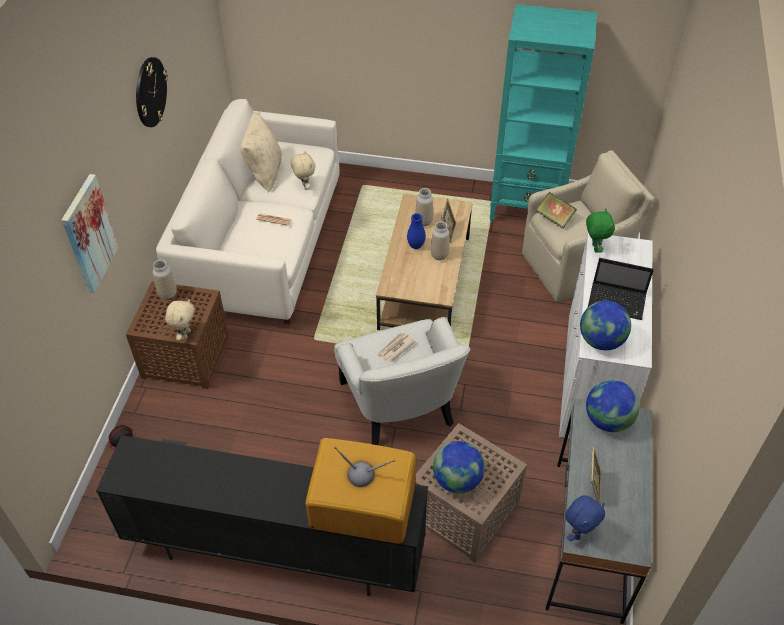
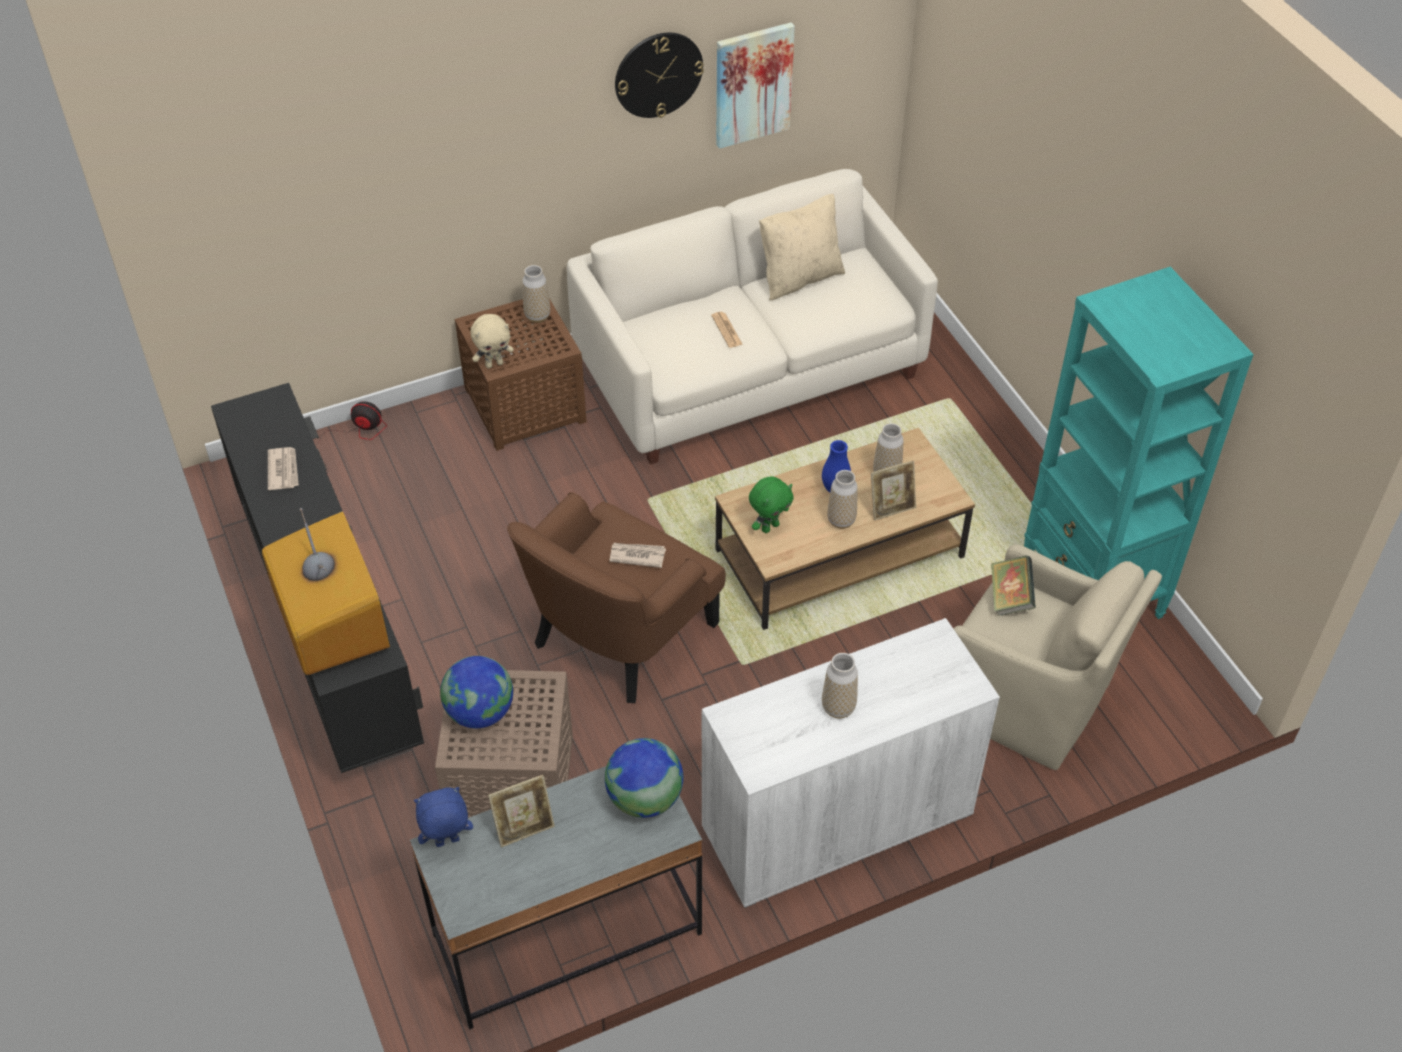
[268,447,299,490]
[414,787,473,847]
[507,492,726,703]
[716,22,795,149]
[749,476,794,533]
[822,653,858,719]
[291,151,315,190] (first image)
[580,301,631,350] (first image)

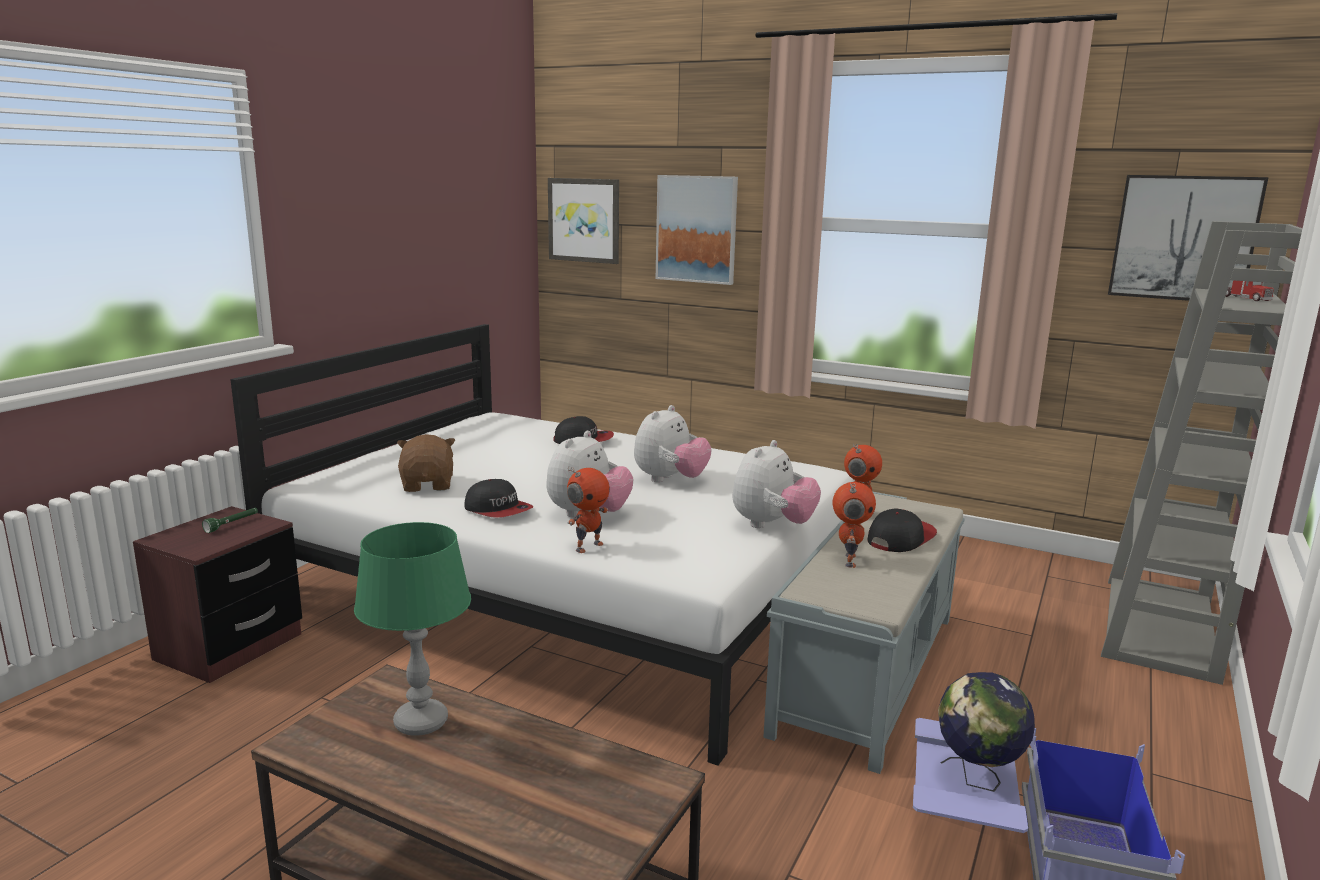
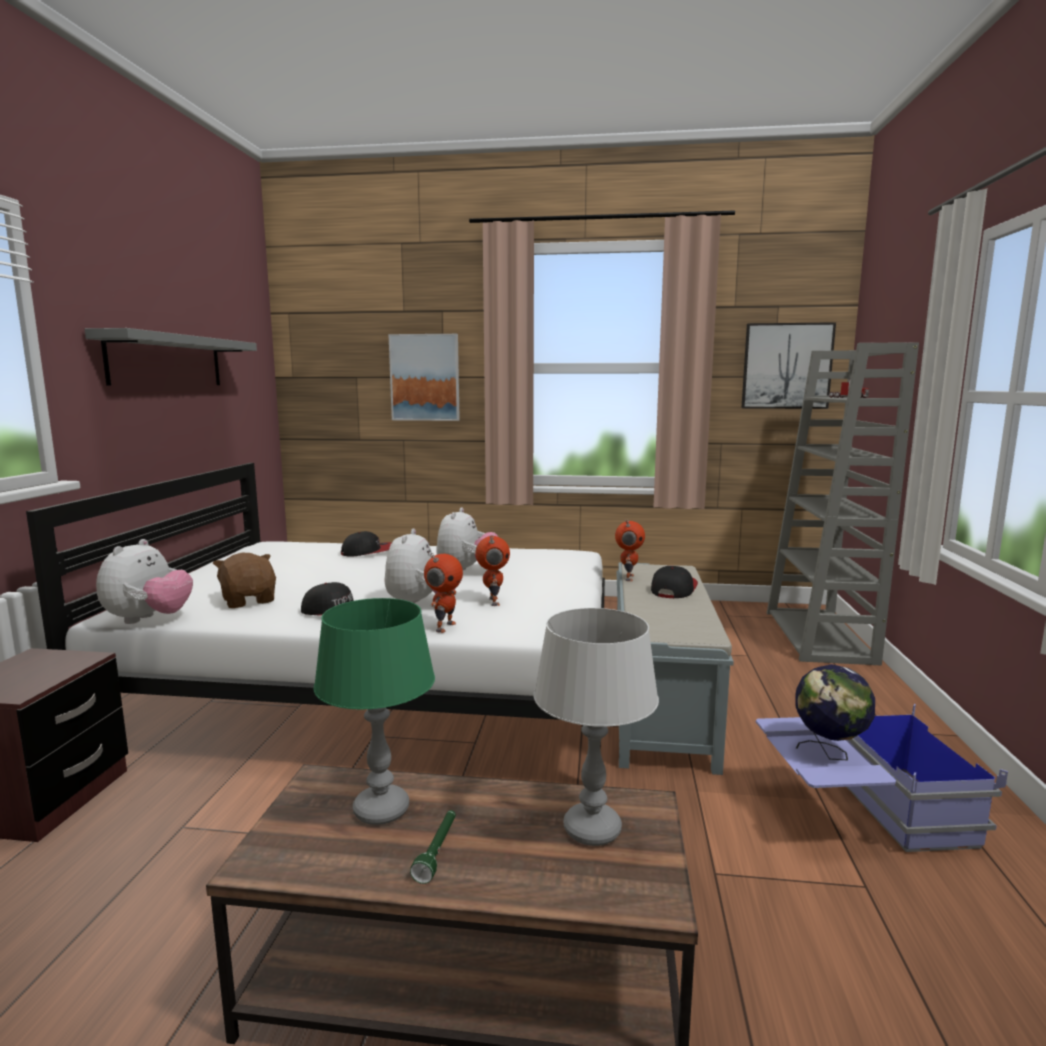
[84,328,257,386]
[96,539,193,624]
[410,810,456,884]
[475,535,510,606]
[534,608,659,846]
[548,178,619,264] (first image)

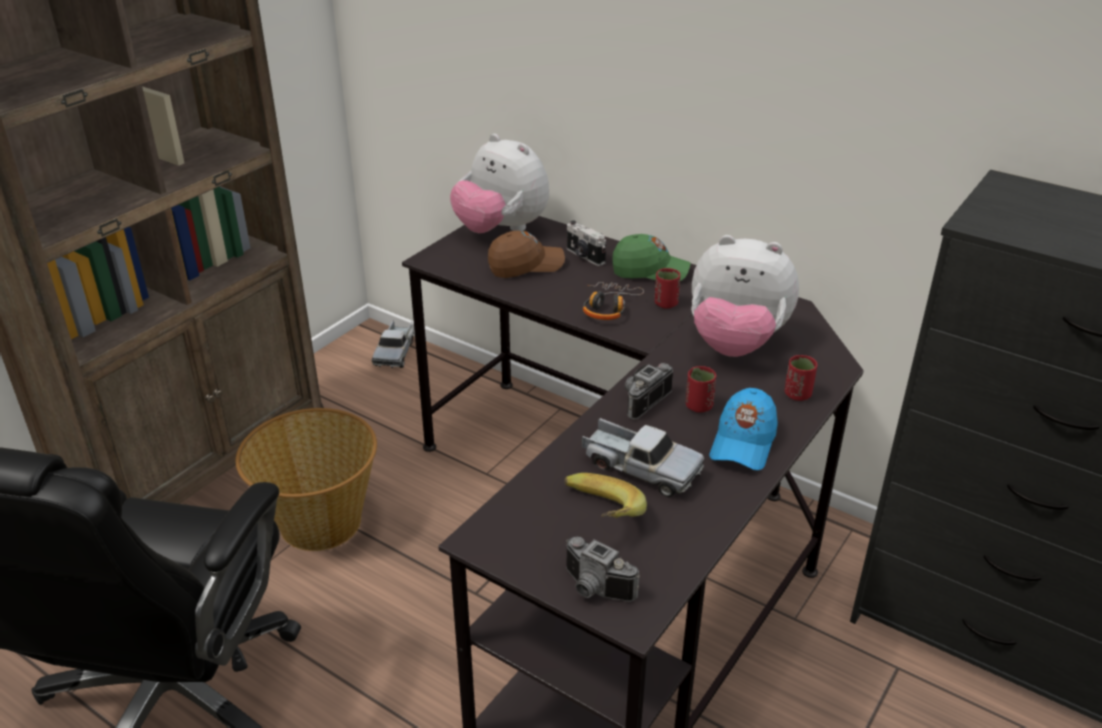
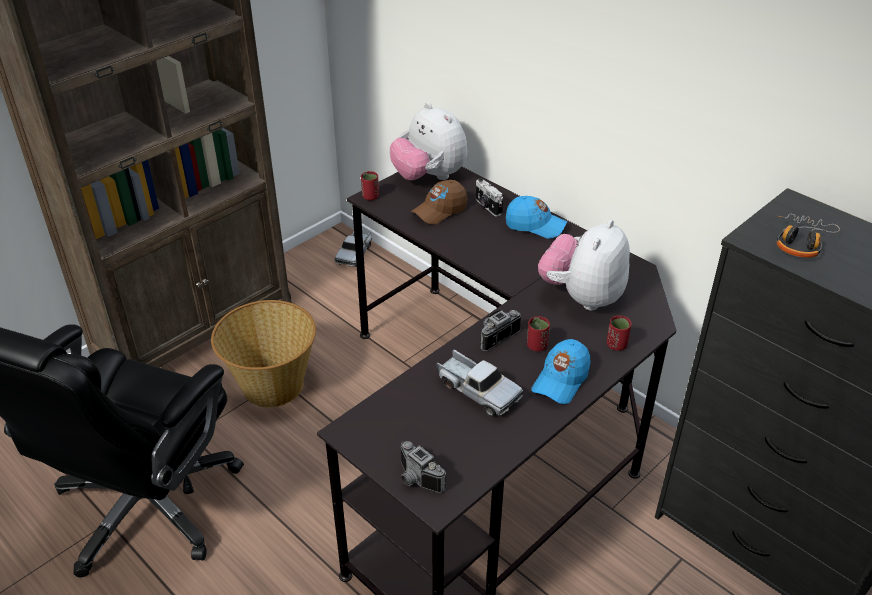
[361,171,379,200]
[411,180,467,225]
[506,196,567,239]
[538,220,630,311]
[777,214,840,258]
[564,473,647,518] (first image)

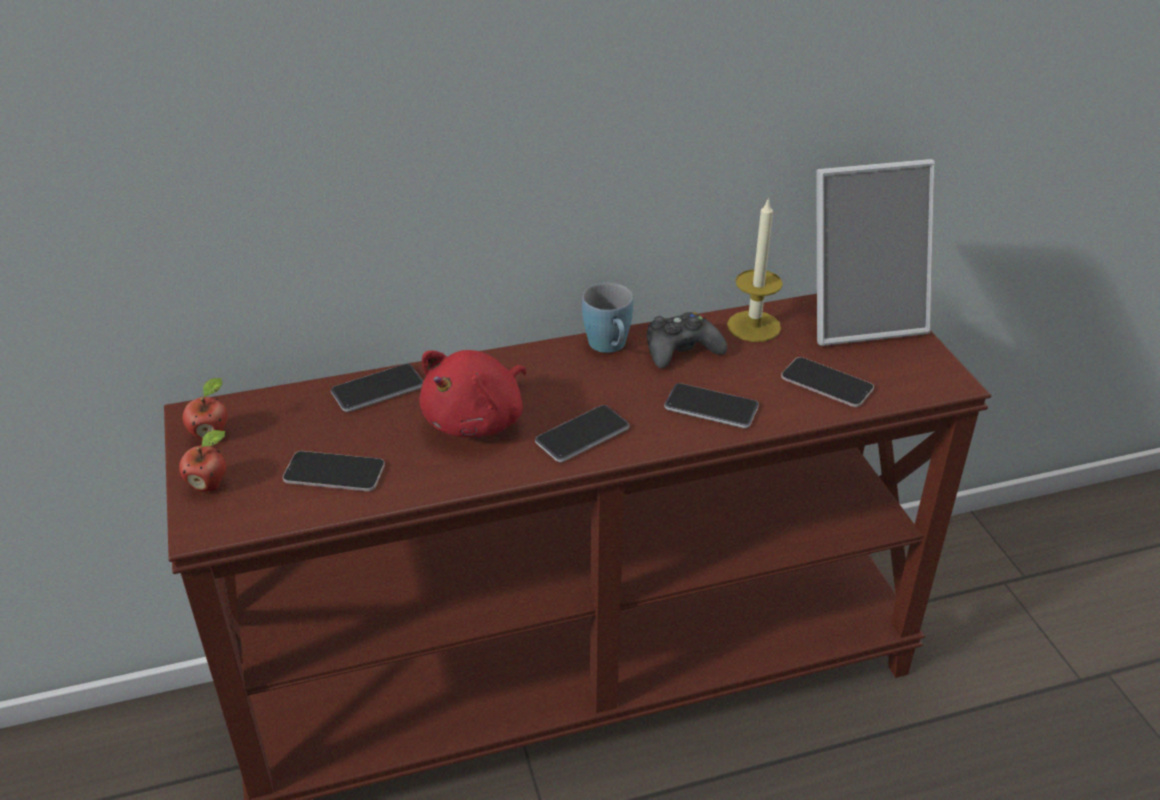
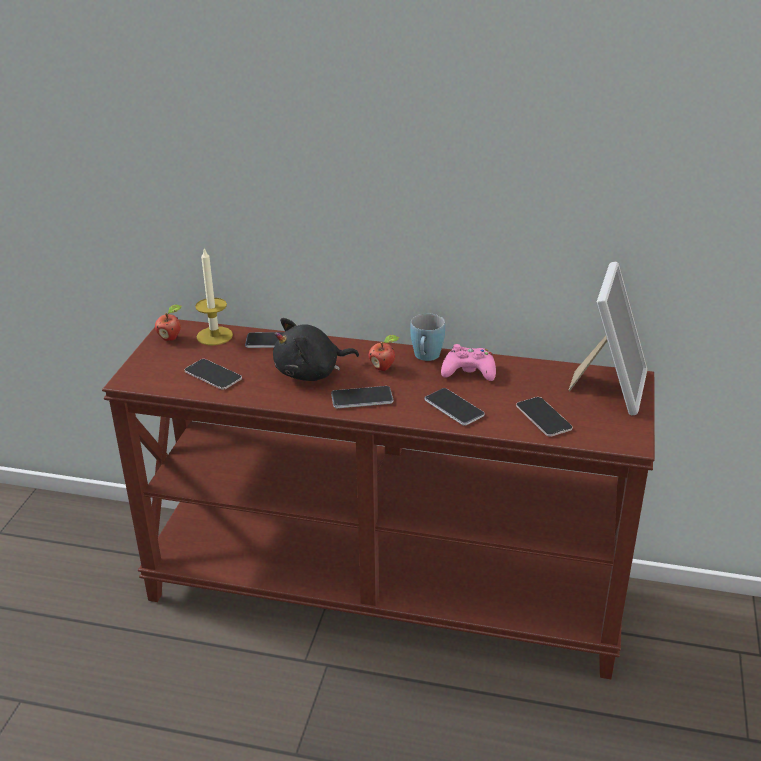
[195,248,233,345]
[273,318,359,381]
[369,335,399,371]
[441,344,496,381]
[568,262,648,415]

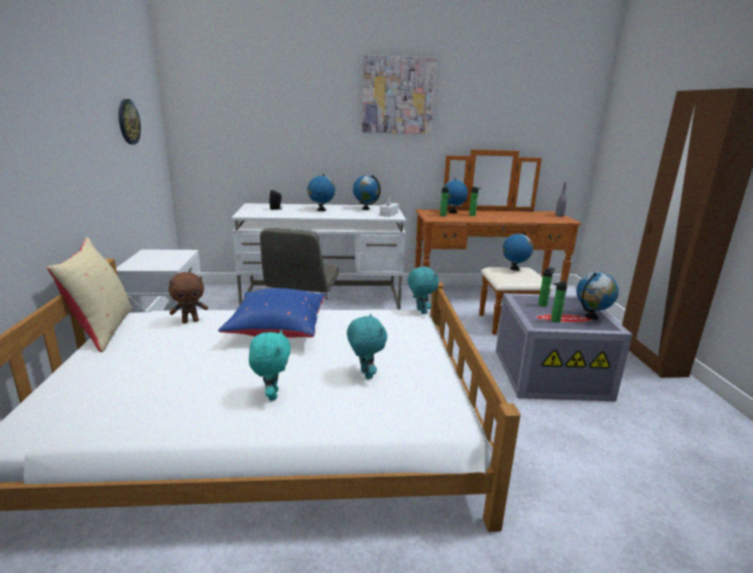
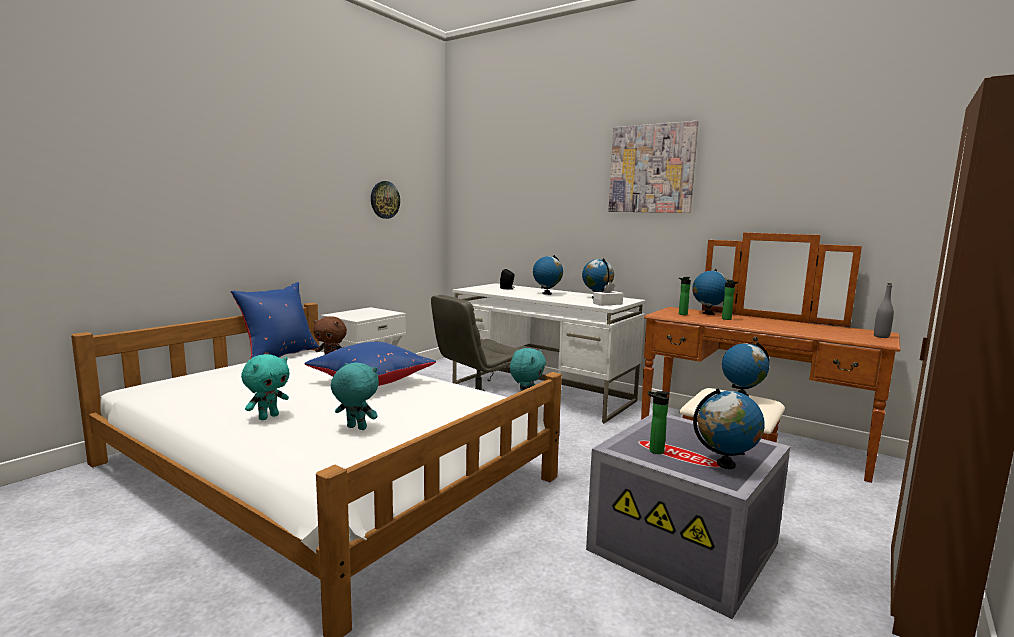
[231,282,319,359]
[331,362,379,430]
[538,267,555,307] (first image)

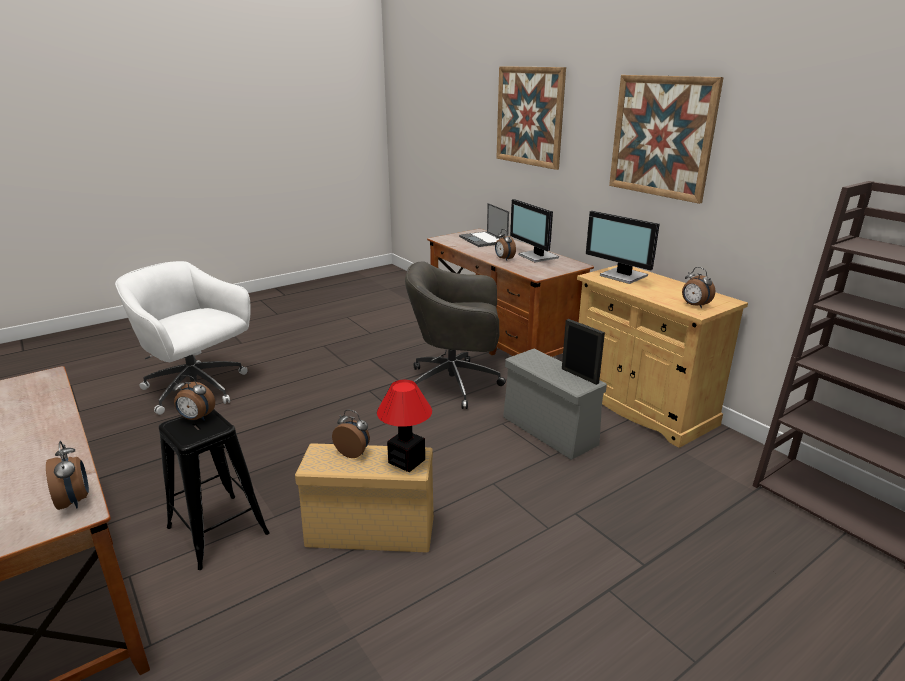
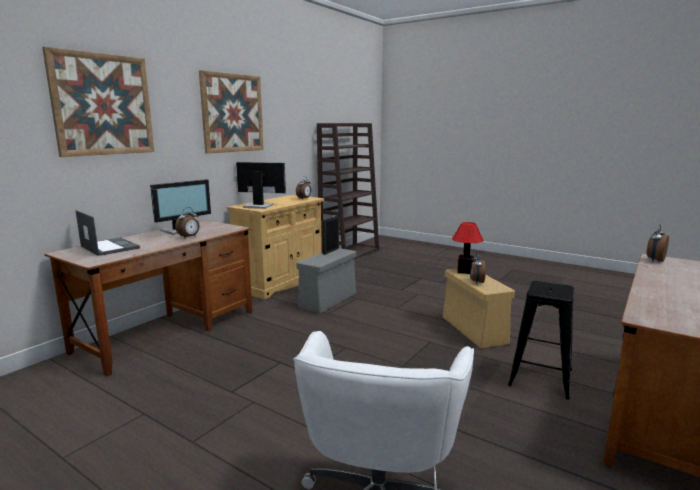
[76,210,140,256]
[236,162,286,209]
[173,375,215,421] (first image)
[405,261,506,409] (first image)

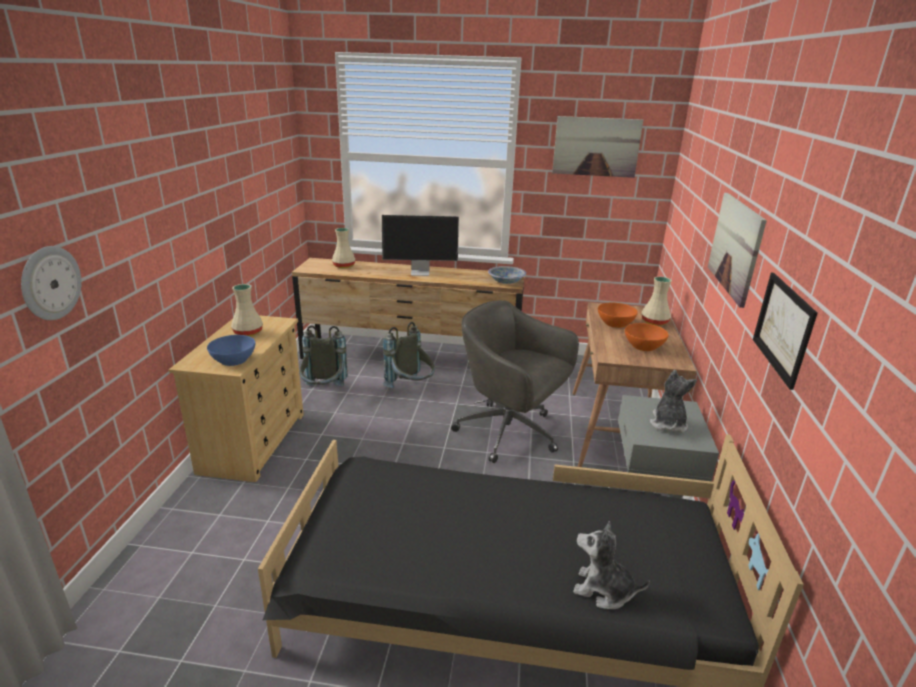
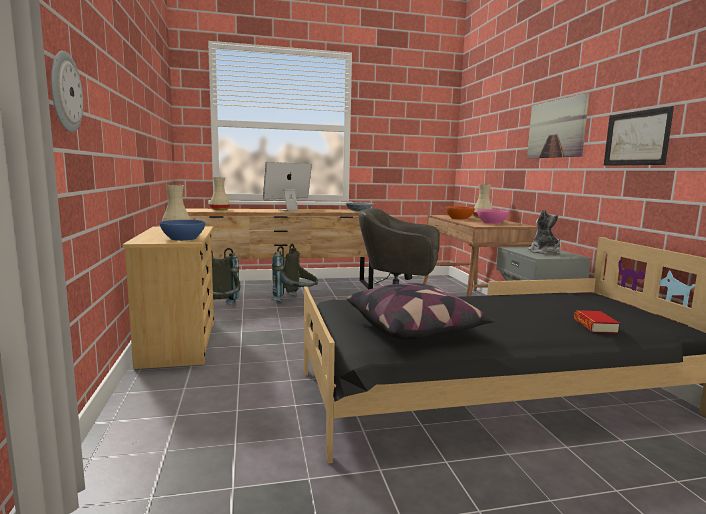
[263,162,312,211]
[346,283,495,339]
[477,209,509,224]
[574,310,620,333]
[552,116,643,178] (first image)

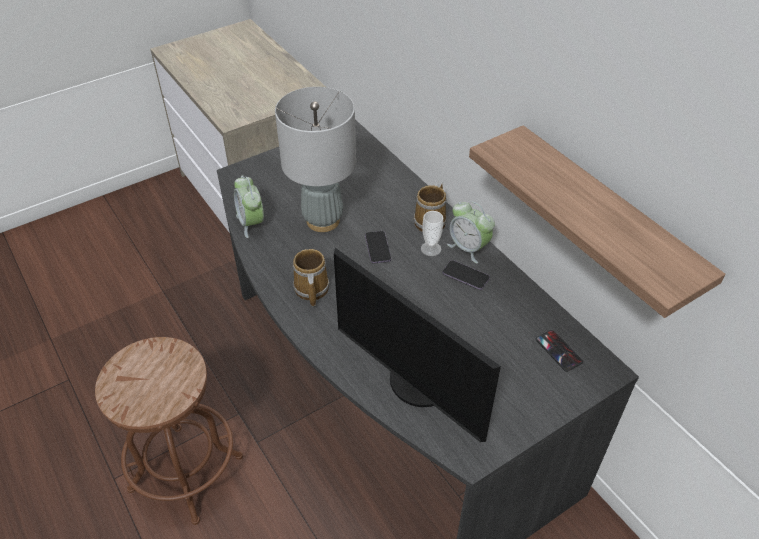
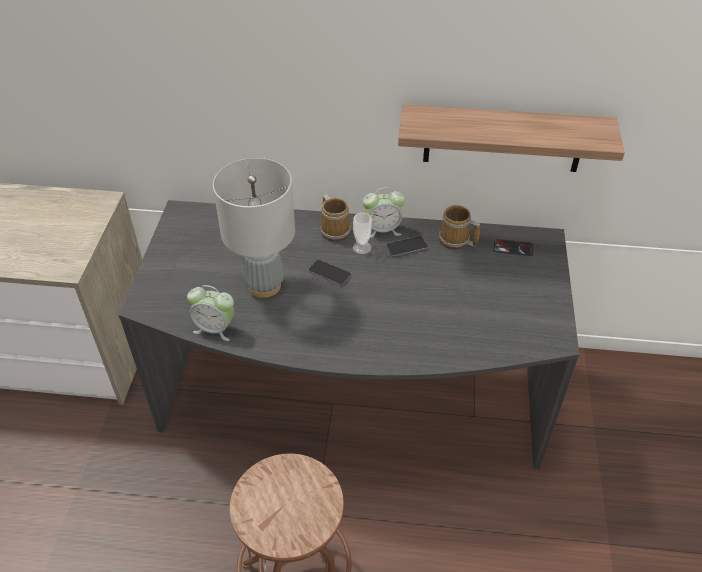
[439,205,480,250]
[334,248,501,442] (first image)

